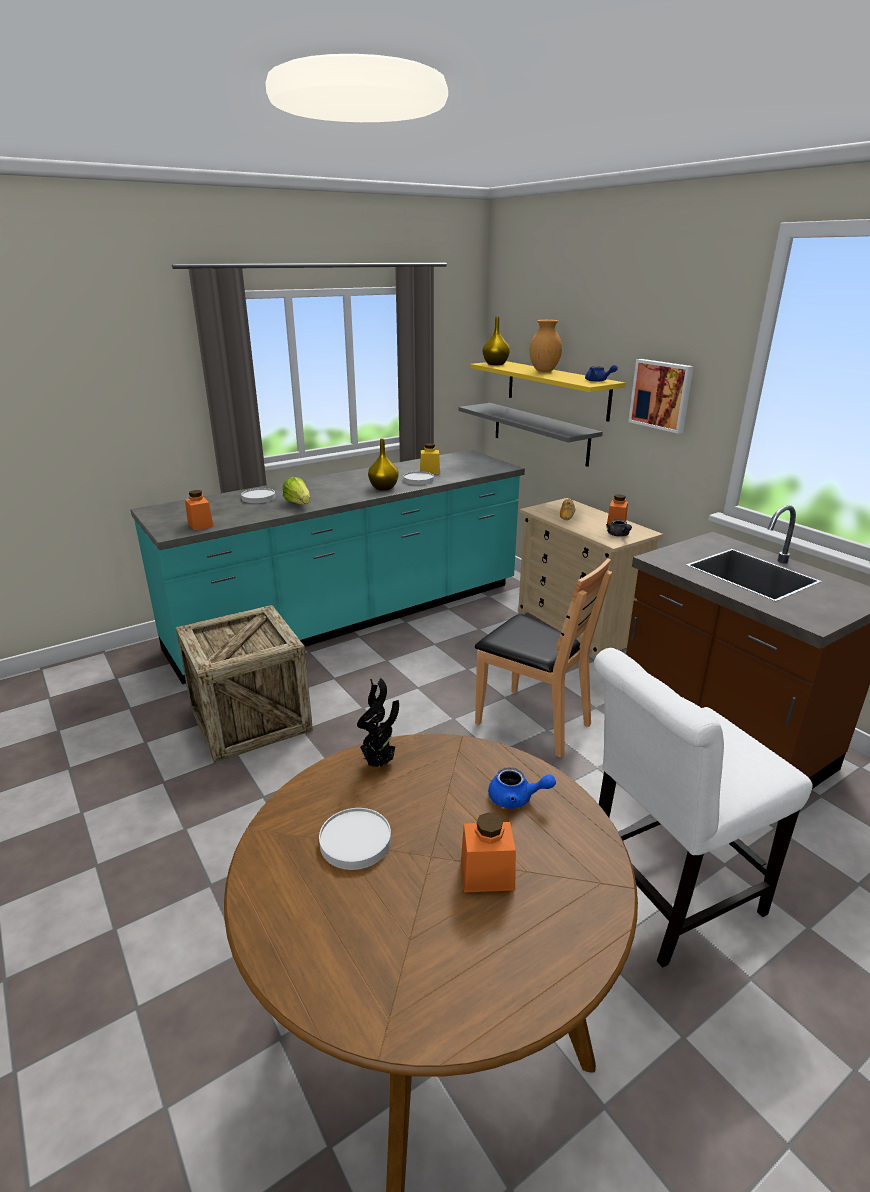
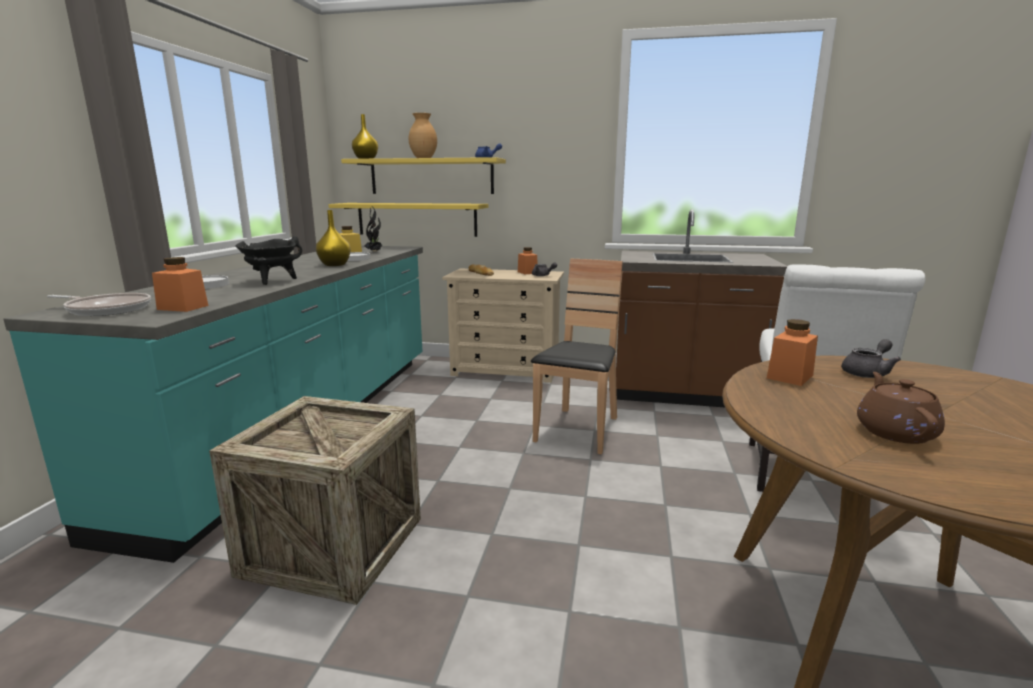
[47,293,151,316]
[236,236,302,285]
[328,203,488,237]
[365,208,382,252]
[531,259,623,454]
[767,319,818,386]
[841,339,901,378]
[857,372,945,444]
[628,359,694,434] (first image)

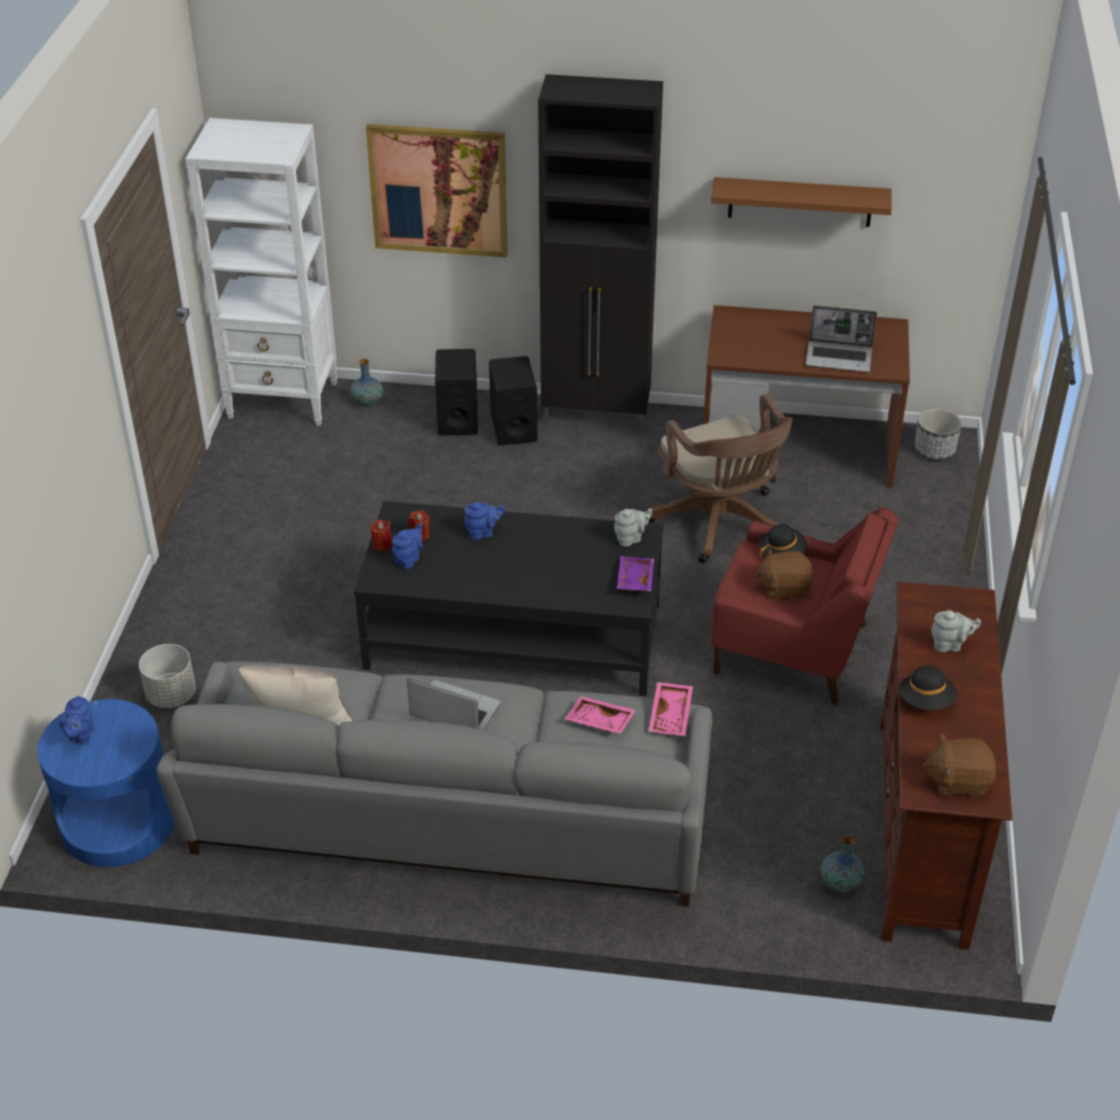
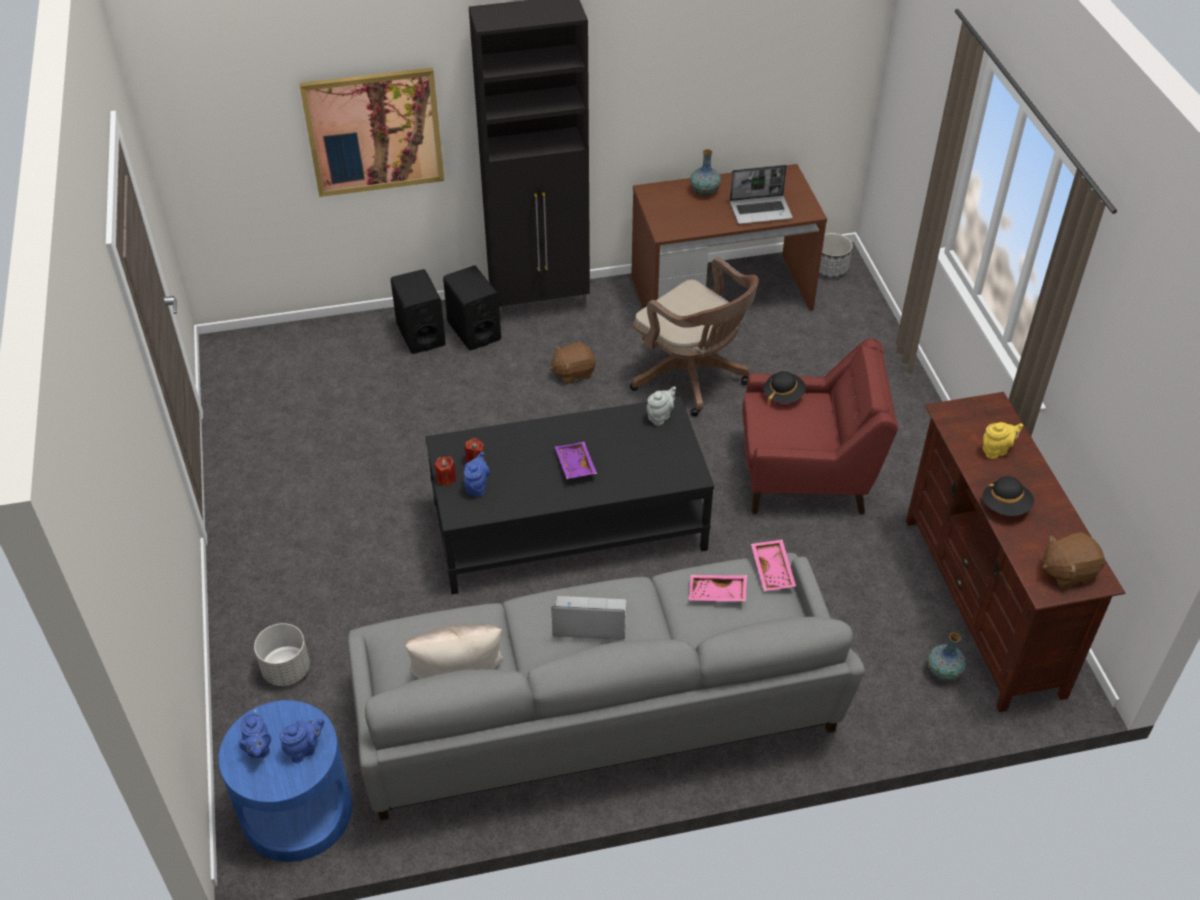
[280,719,324,763]
[550,342,596,384]
[555,442,597,479]
[690,149,721,195]
[983,422,1023,459]
[185,118,338,426] (first image)
[711,177,892,227] (first image)

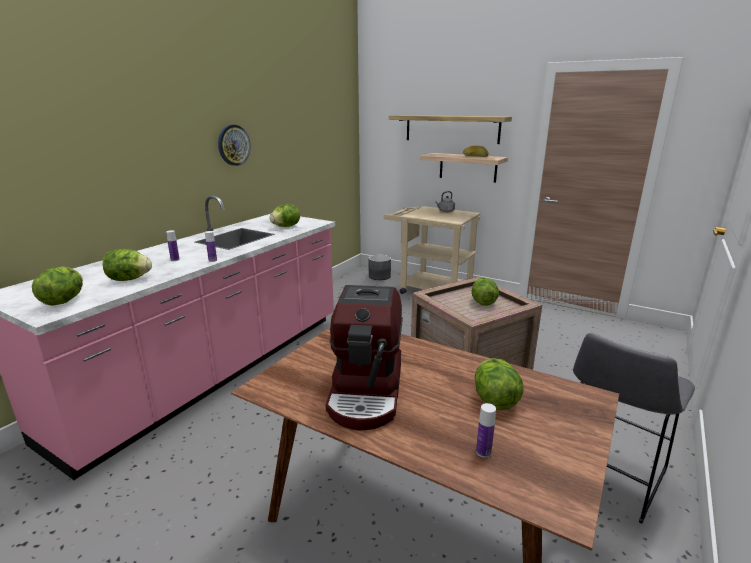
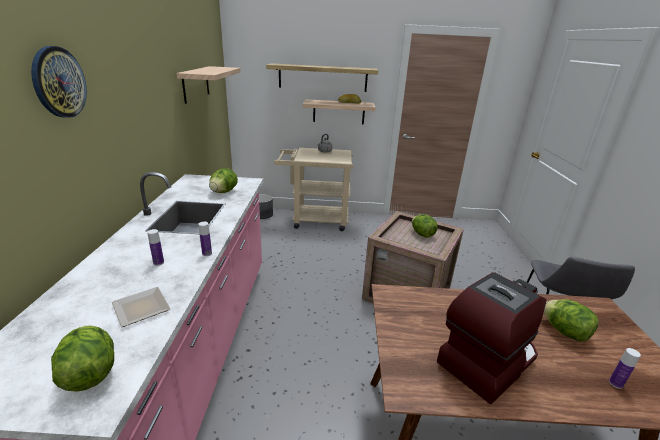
[31,46,87,118]
[112,287,170,327]
[176,66,241,104]
[437,272,547,404]

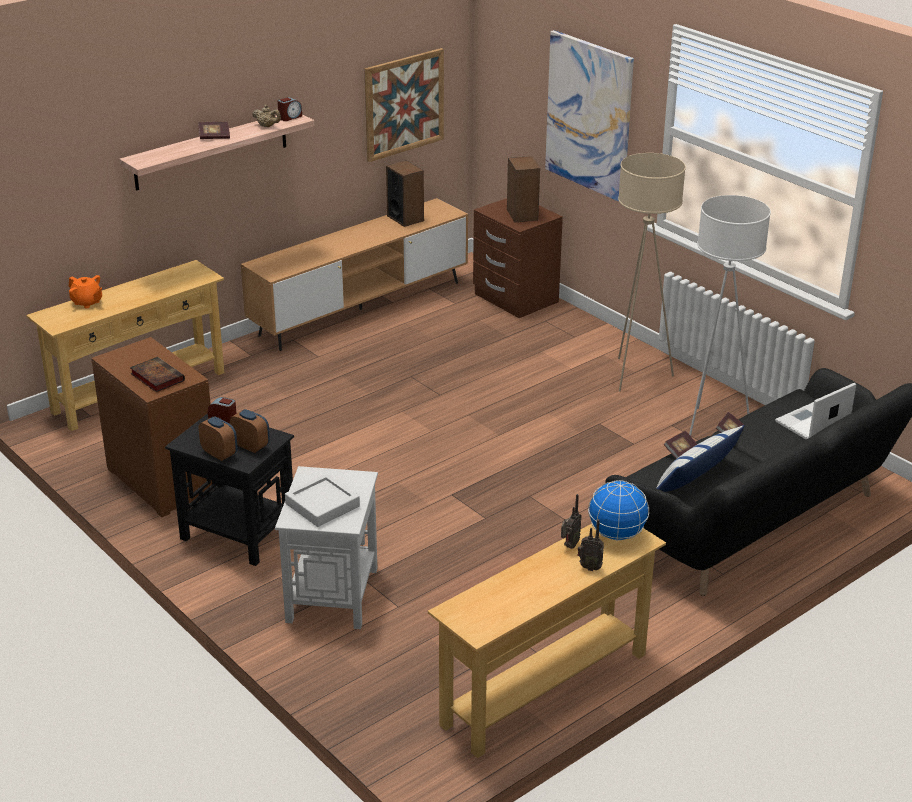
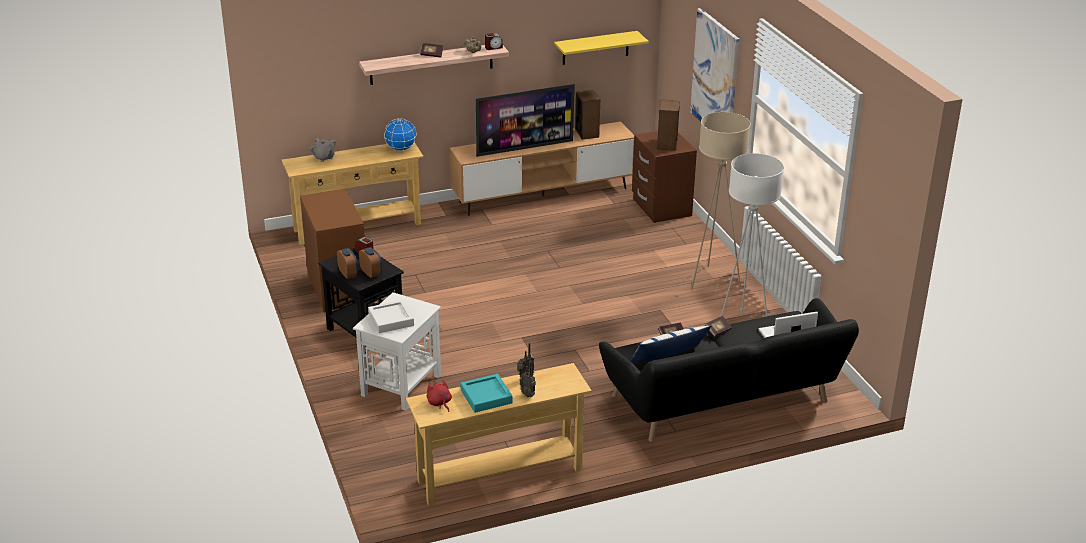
[310,138,336,162]
[384,118,417,151]
[427,380,452,412]
[460,374,513,413]
[476,84,575,157]
[554,31,649,65]
[130,357,185,392] (first image)

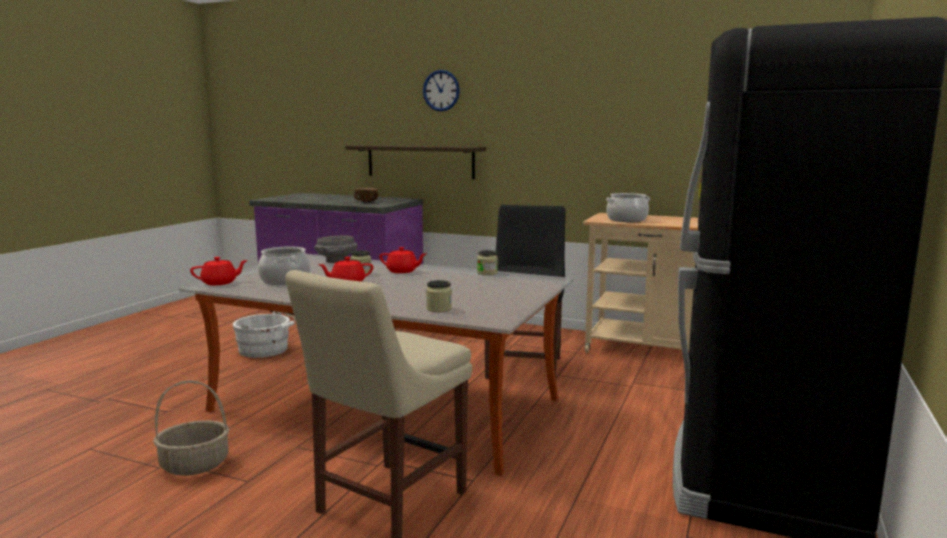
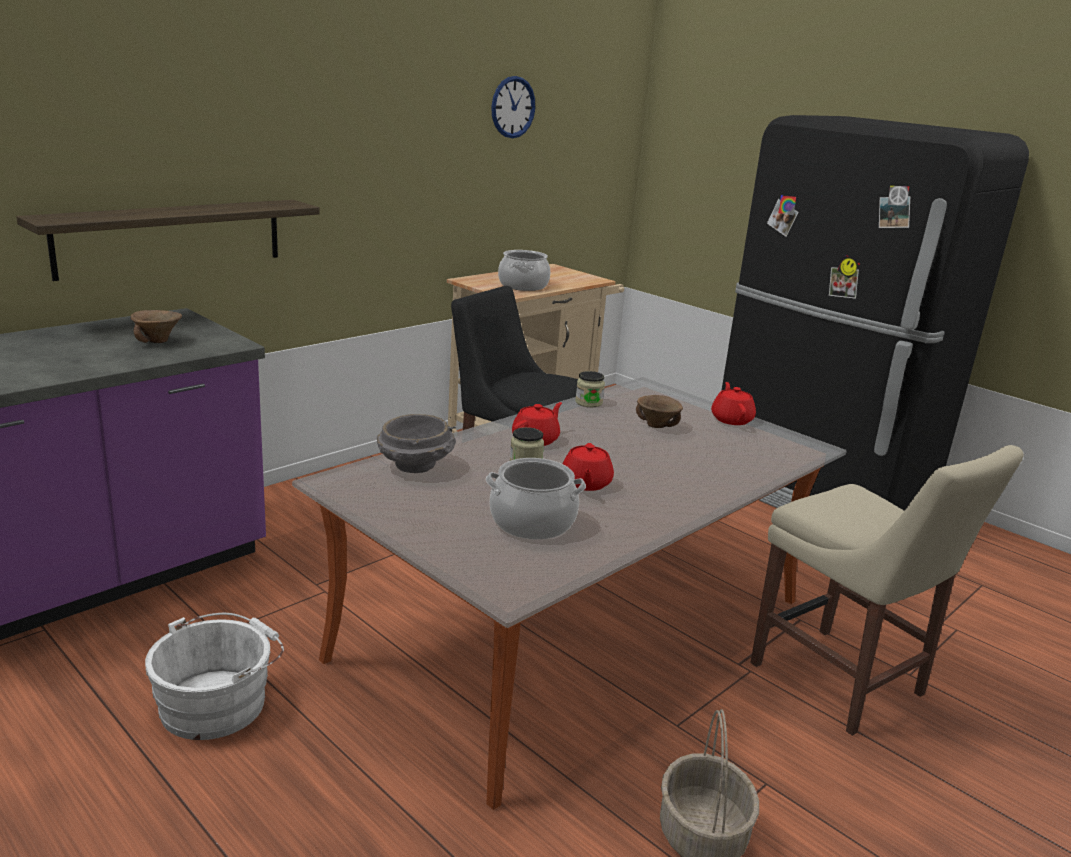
[491,76,535,138]
[636,395,683,428]
[711,382,756,425]
[426,280,452,312] (first image)

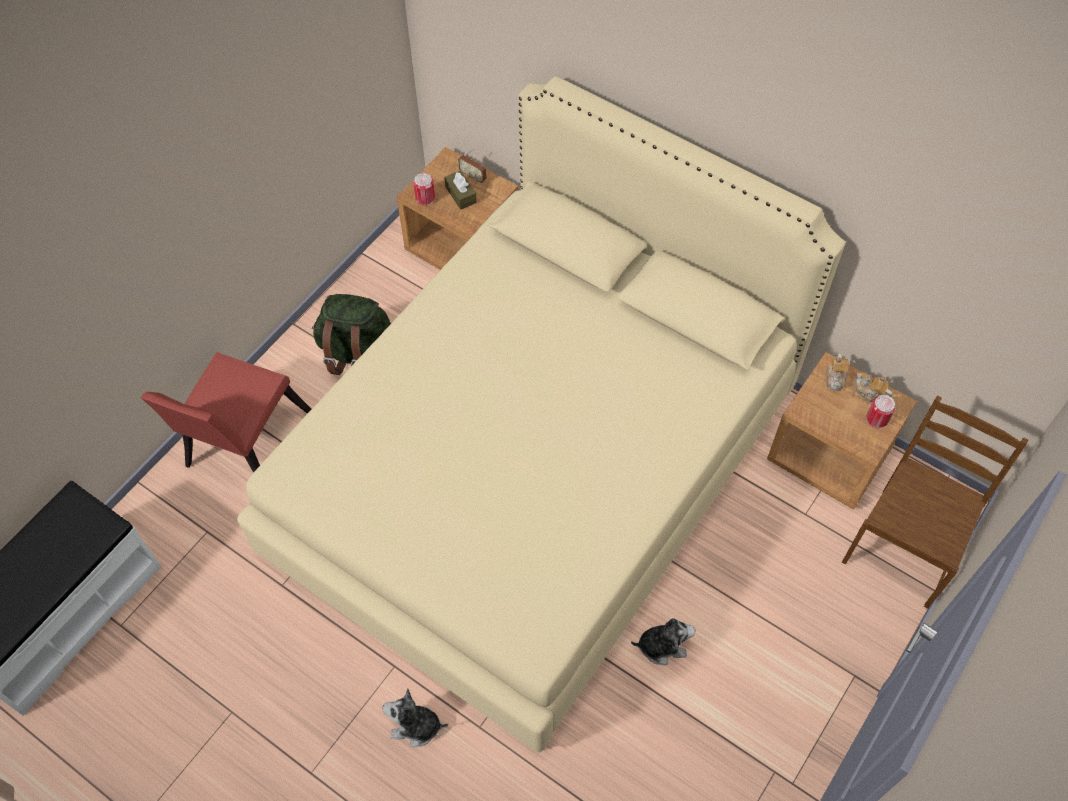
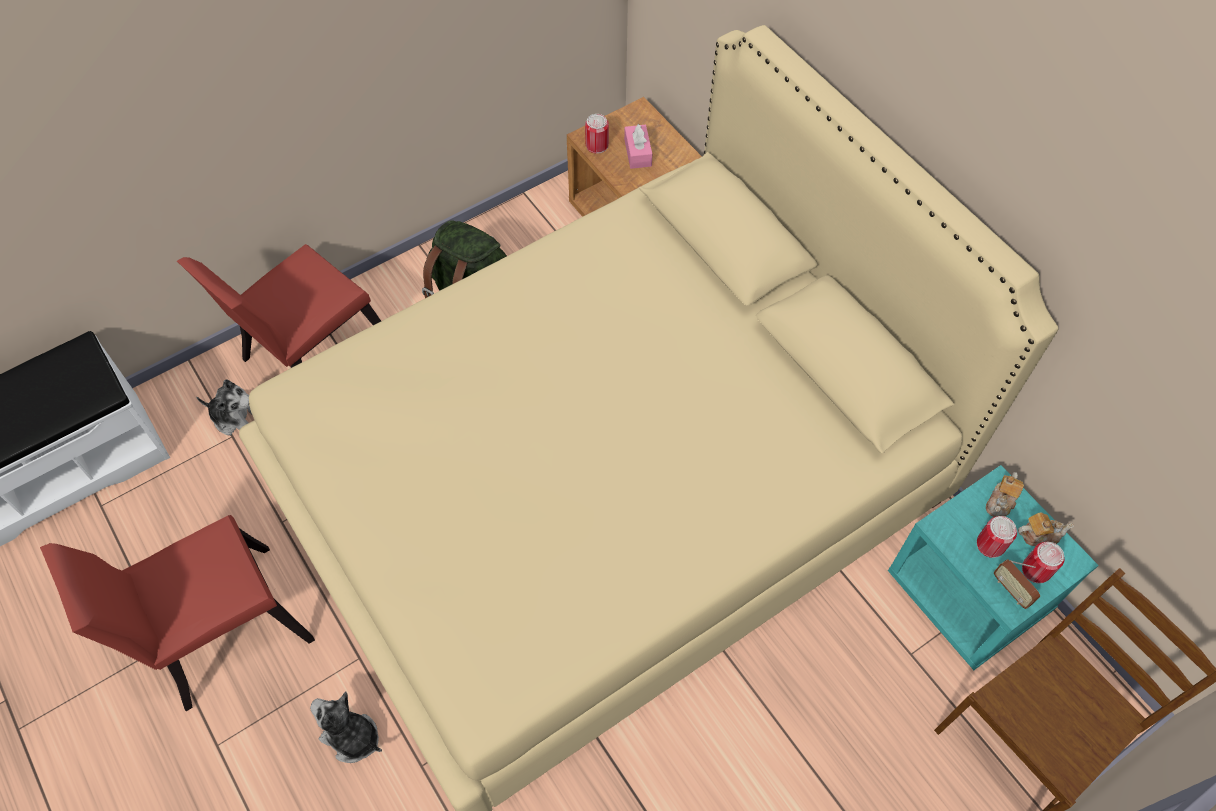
[40,515,315,711]
[196,379,252,436]
[624,123,652,169]
[888,465,1099,670]
[977,516,1017,558]
[994,559,1040,609]
[1018,512,1074,546]

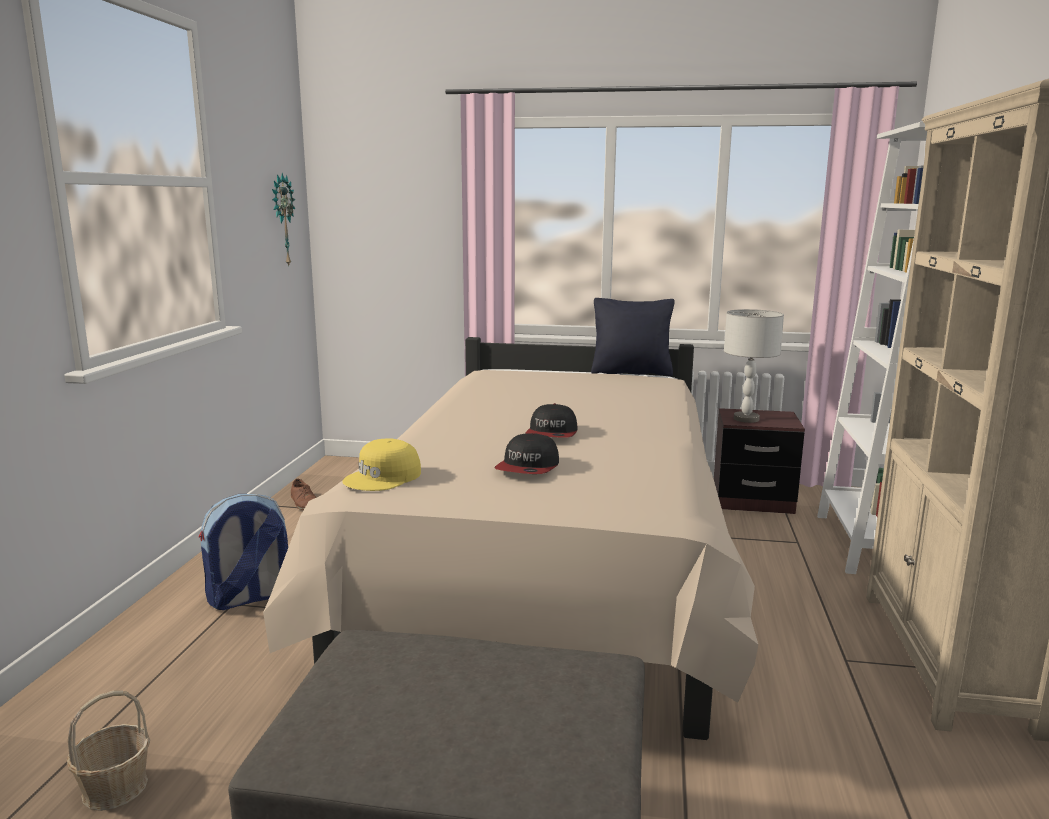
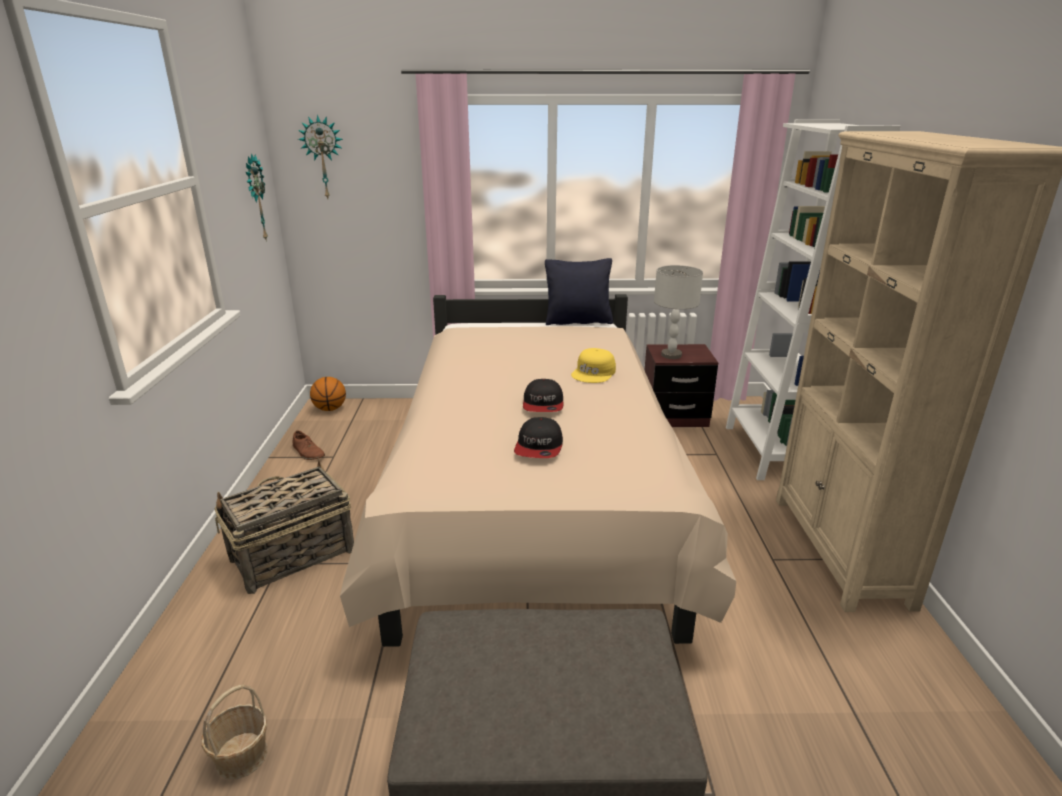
[215,460,354,594]
[298,115,343,199]
[310,377,346,411]
[571,348,616,383]

